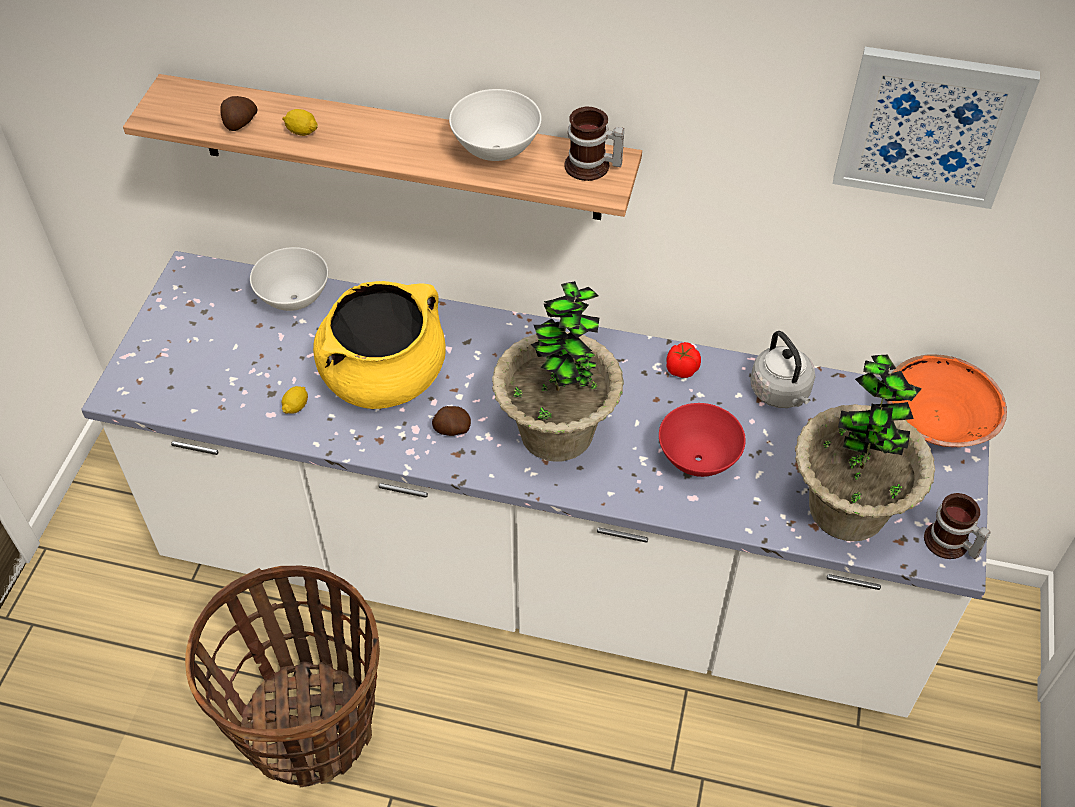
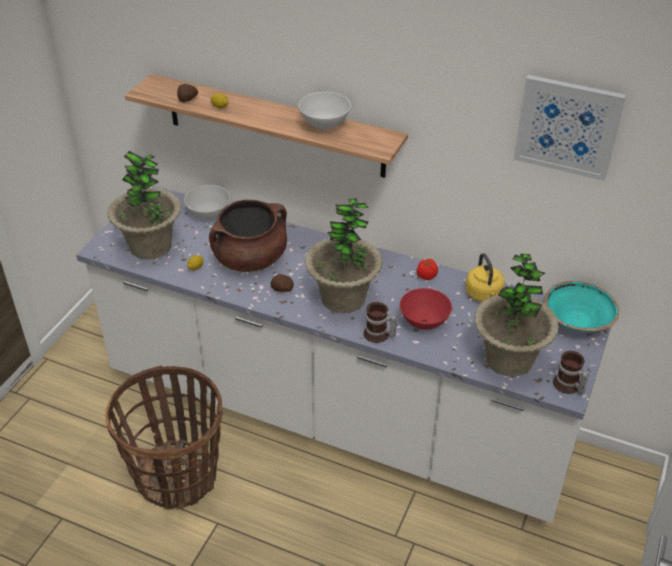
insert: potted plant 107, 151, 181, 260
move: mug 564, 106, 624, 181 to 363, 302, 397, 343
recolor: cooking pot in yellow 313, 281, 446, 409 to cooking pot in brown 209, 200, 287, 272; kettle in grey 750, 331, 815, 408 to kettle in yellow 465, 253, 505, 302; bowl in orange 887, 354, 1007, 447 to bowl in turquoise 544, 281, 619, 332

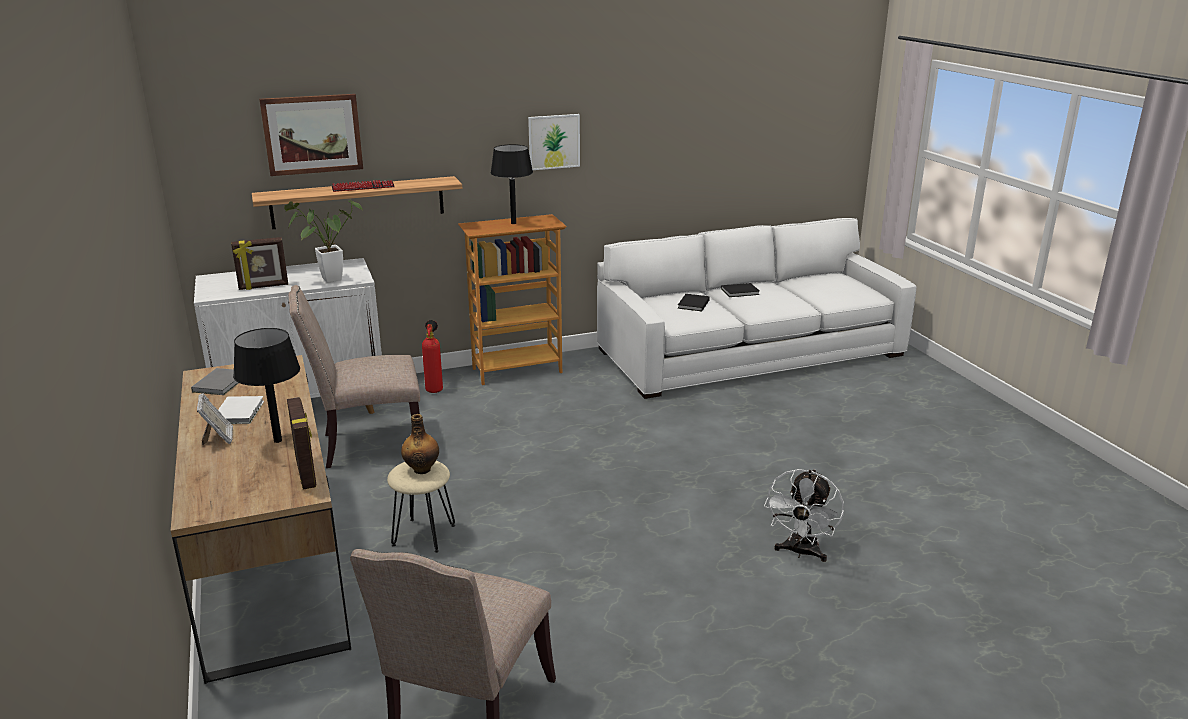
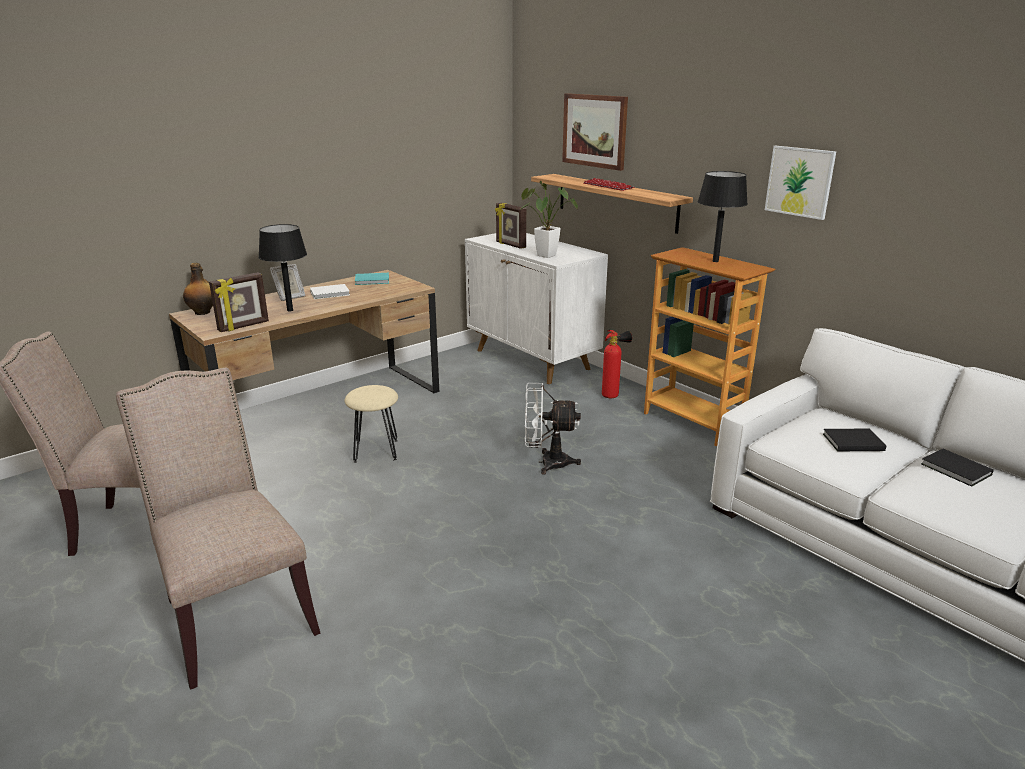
move: chair in beige 289, 285, 420, 468 to 116, 368, 320, 690; bottle 401, 414, 439, 474 to 183, 263, 213, 315; fan in white 764, 469, 844, 562 to 525, 383, 581, 475
recolor: book in grey 191, 368, 238, 395 to book in turquoise 355, 273, 389, 285

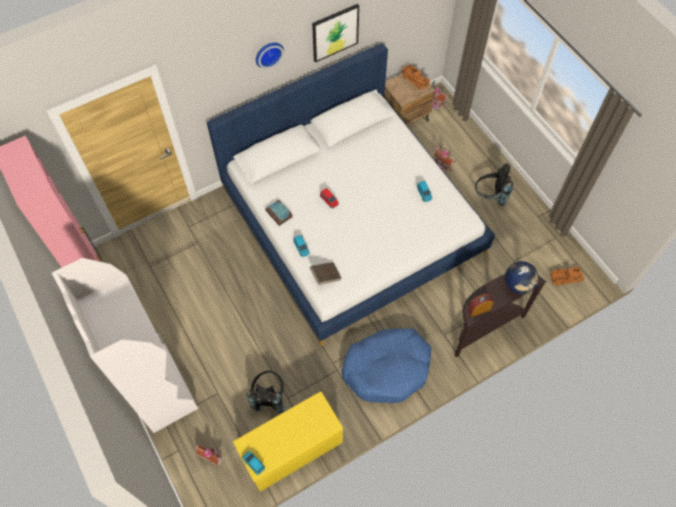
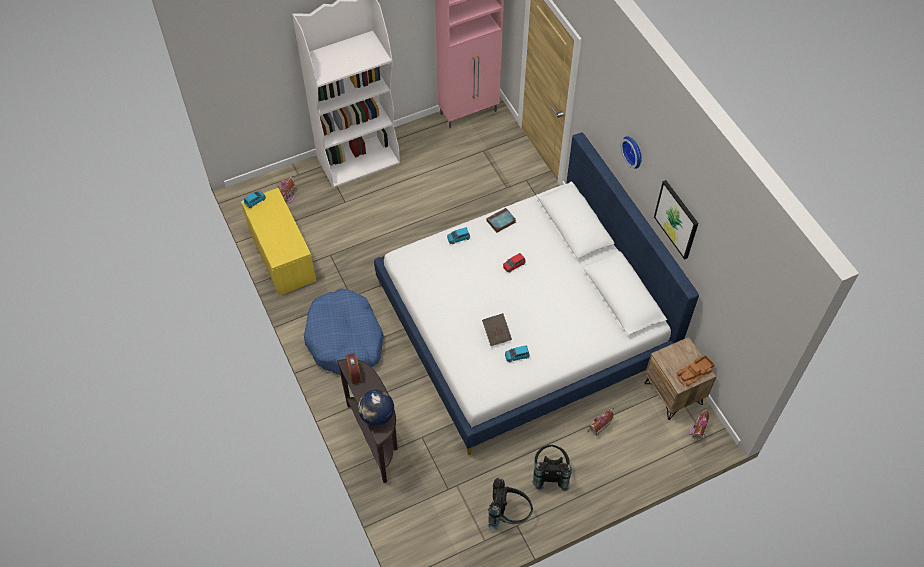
delete: toy truck 550, 267, 584, 286
move: backpack in black 247, 371, 285, 414 to 488, 478, 533, 530; book in brown 310, 262, 341, 285 to 482, 313, 512, 346

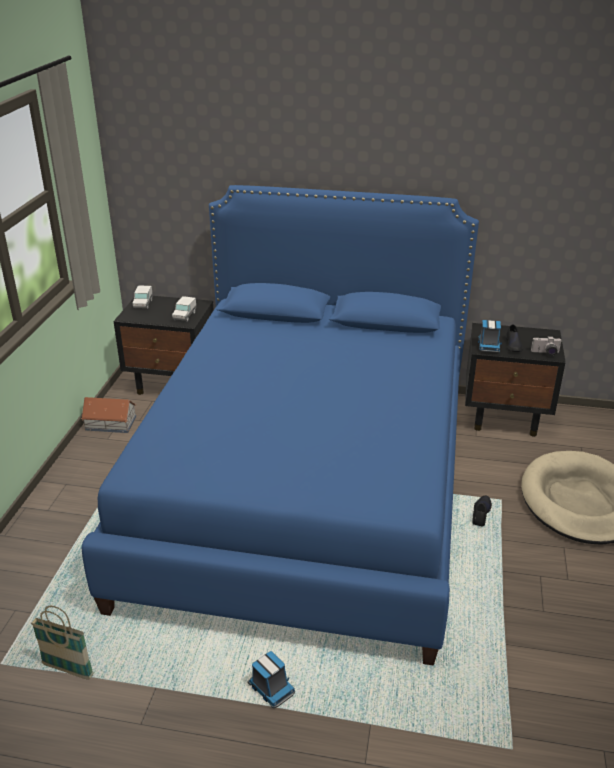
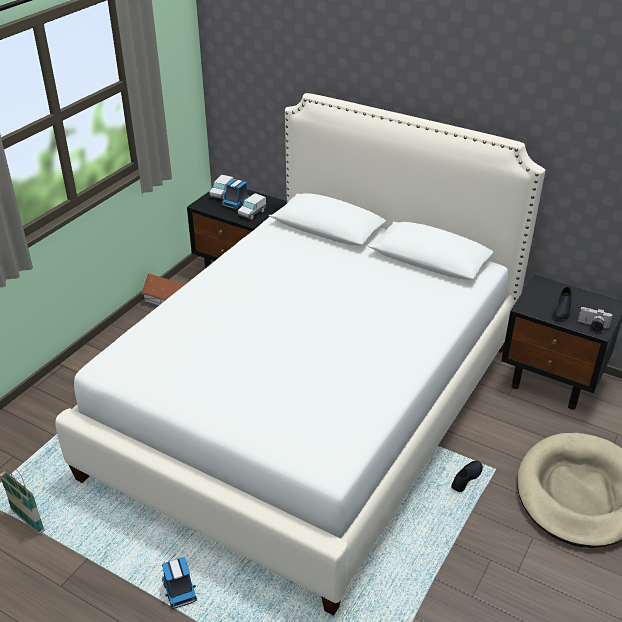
move: toy truck 478, 320, 502, 353 to 222, 179, 250, 209
recolor: bed in blue 82, 185, 479, 666 to bed in white 55, 93, 545, 616

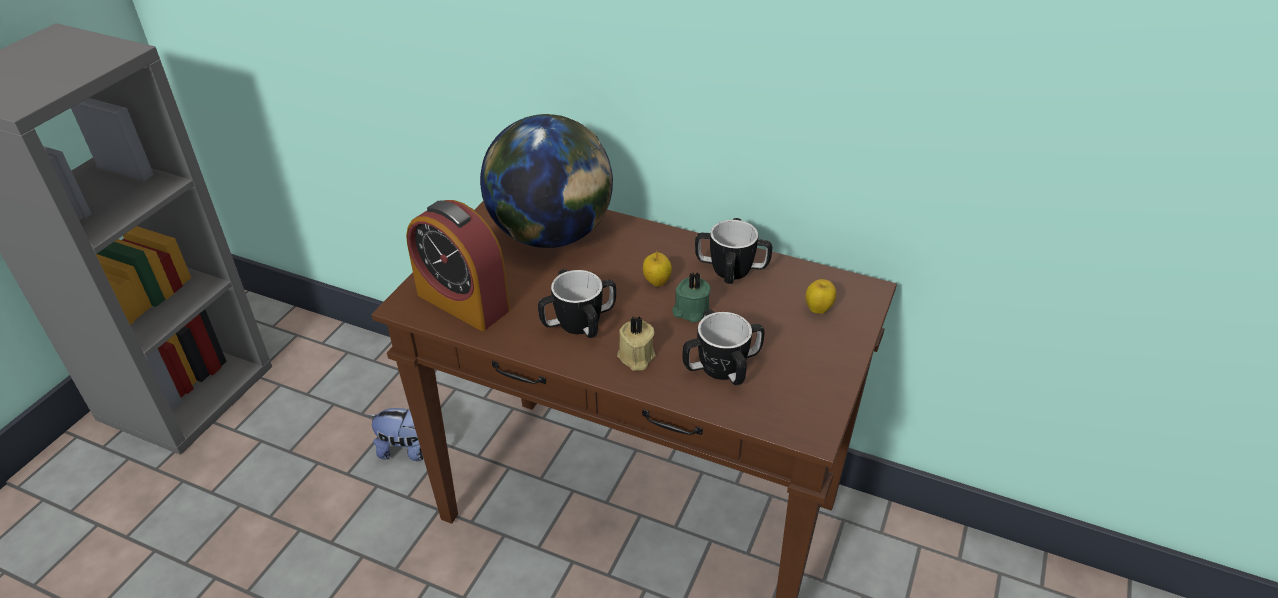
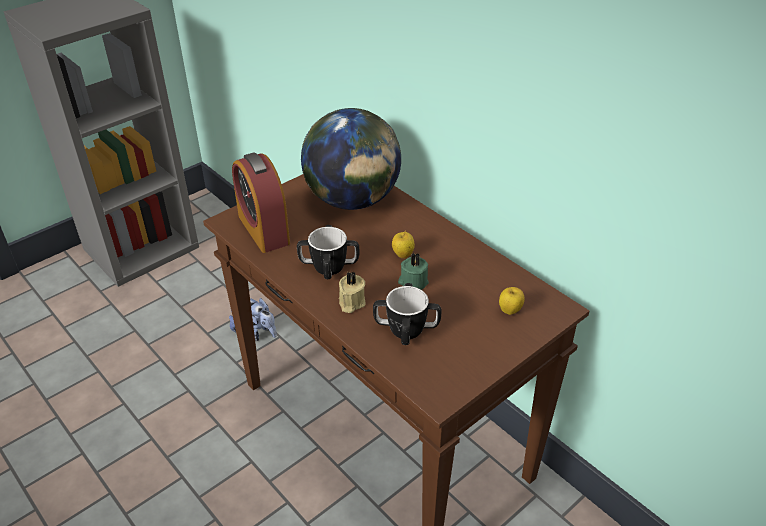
delete: mug 695, 218, 772, 284

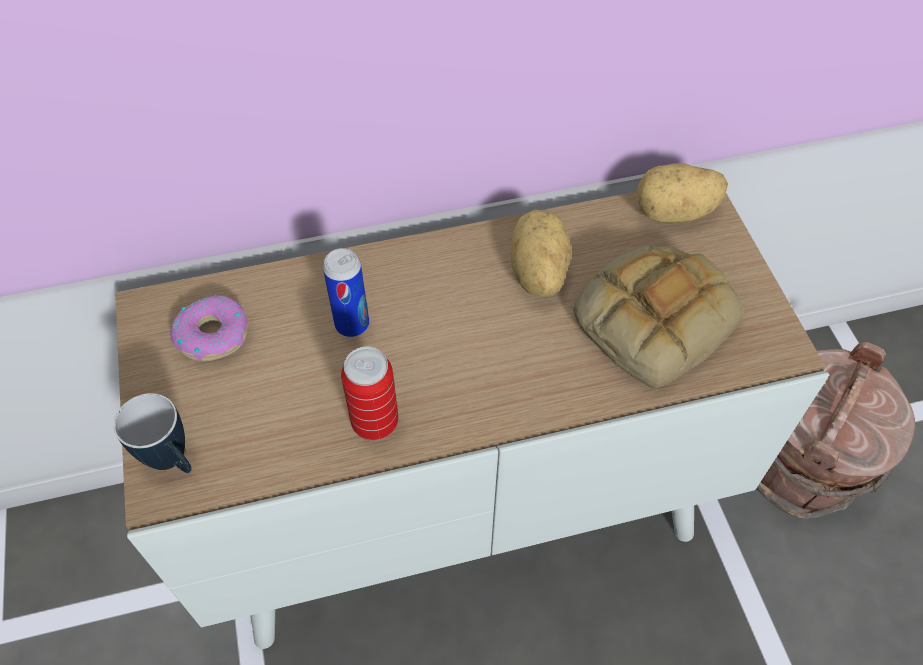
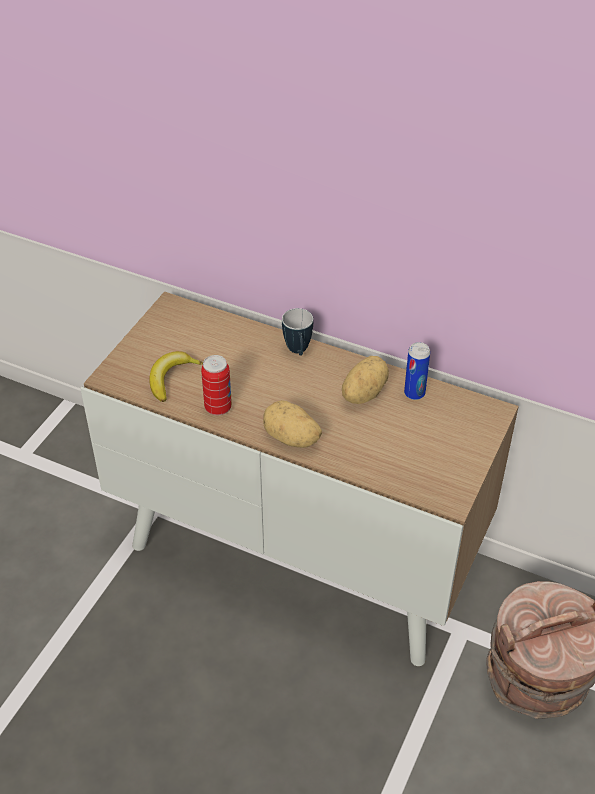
delete: donut 170, 295, 248, 361; bread 573, 246, 743, 389
insert: banana 149, 351, 203, 402
move: mug 114, 393, 192, 473 to 282, 308, 313, 356; can 323, 248, 369, 337 to 404, 342, 430, 400; potato 637, 163, 728, 223 to 263, 400, 322, 448

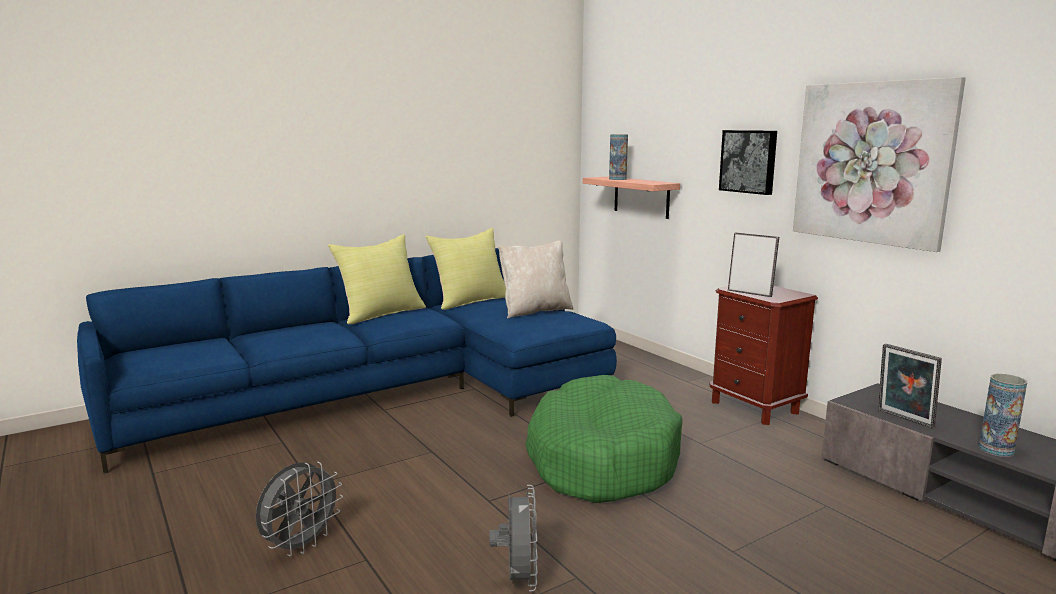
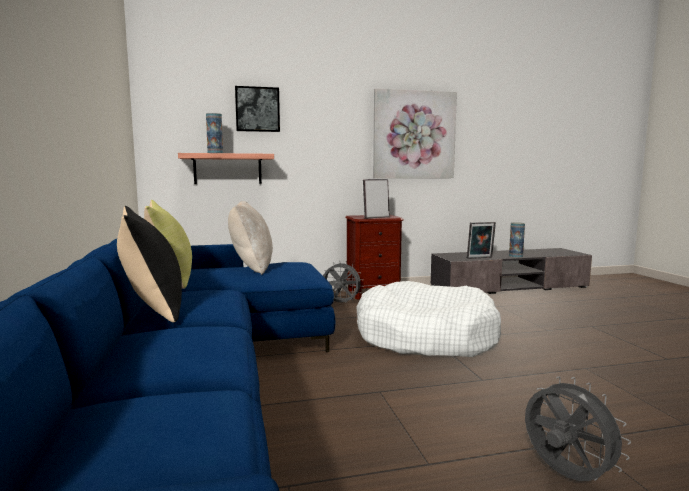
move: fan in grey 489, 485, 538, 591 to 323, 261, 363, 303; picture 719, 130, 777, 195 to 235, 86, 280, 132
recolor: pillow in yellow 328, 234, 426, 324 to pillow in black 117, 206, 182, 322; dog bed in green 525, 375, 683, 503 to dog bed in white 356, 281, 501, 357

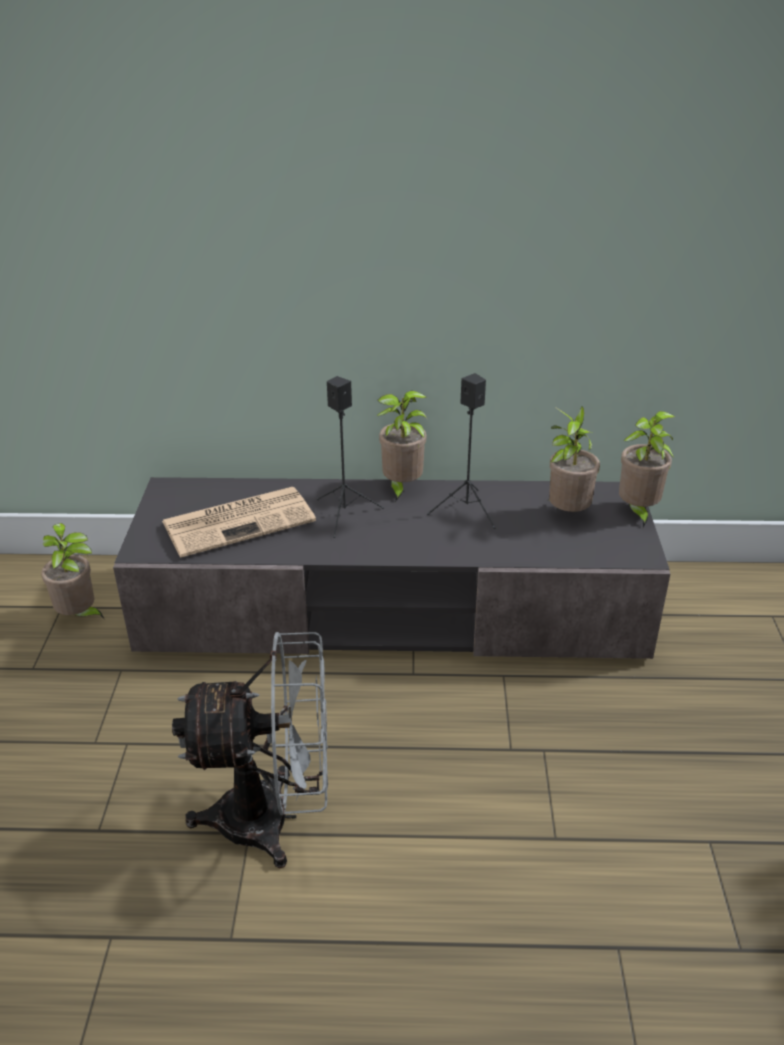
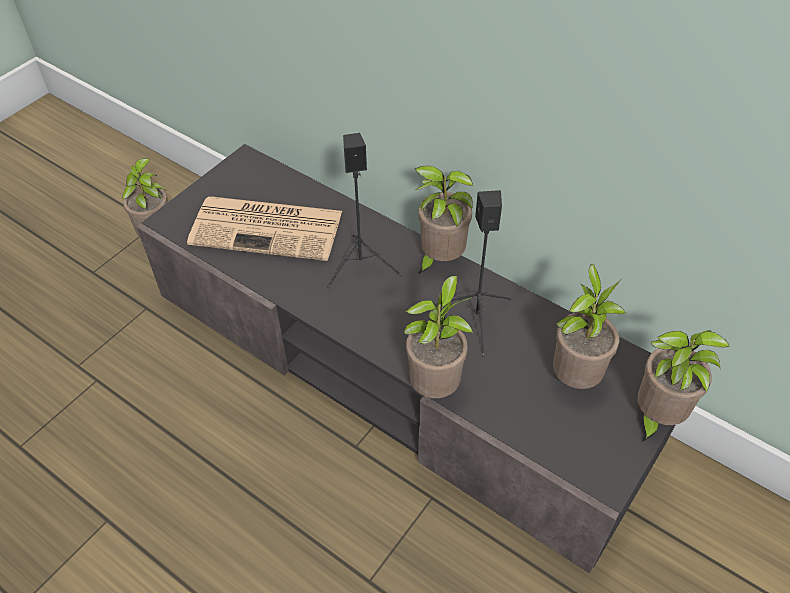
delete: fan in grey 172, 632, 328, 869
insert: potted plant 404, 276, 474, 398

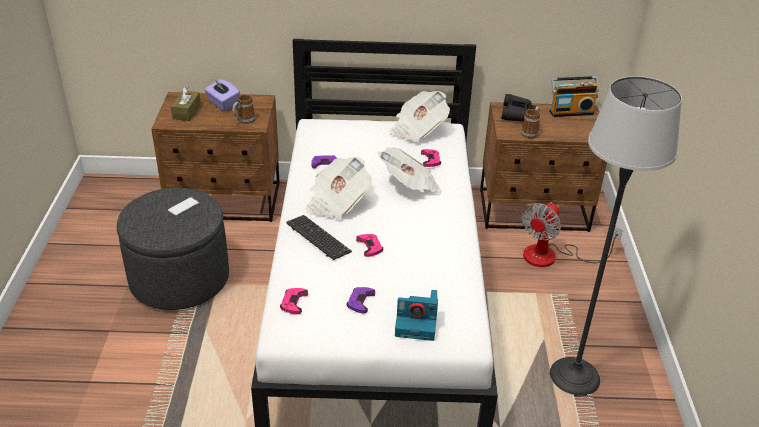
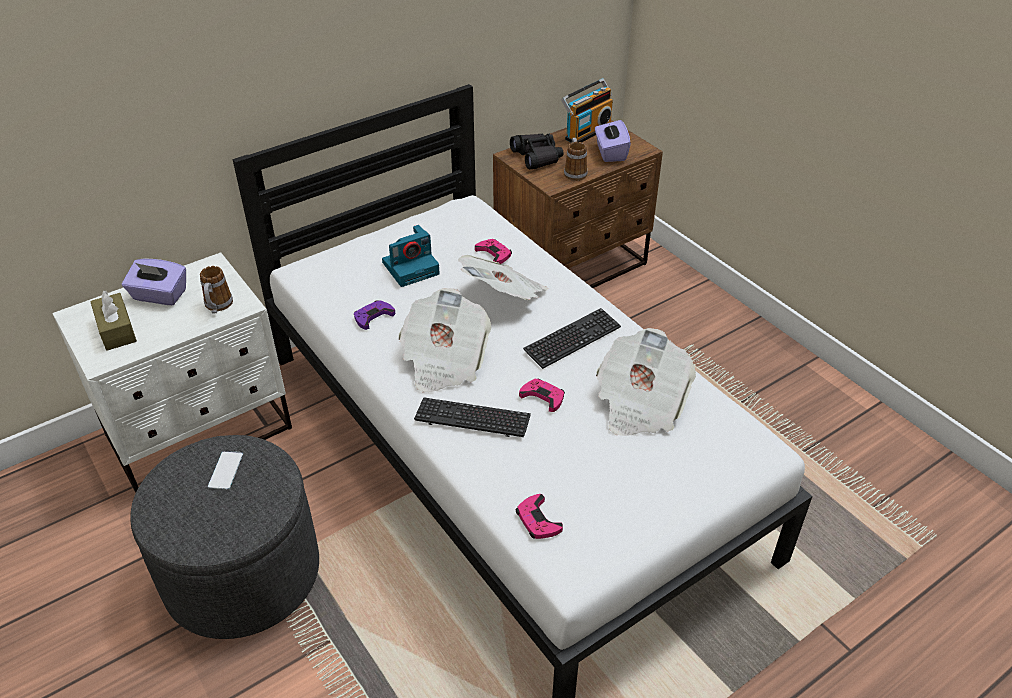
delete: game controller in purple 347, 287, 375, 313; fan 522, 202, 623, 267; floor lamp 550, 76, 682, 396
insert: keyboard 523, 308, 621, 369; tissue box in purple 595, 120, 631, 162
move: newspaper 389, 91, 450, 142 to 596, 328, 696, 436; photo camera 395, 290, 438, 341 to 382, 225, 440, 287
recolor: nightstand in brown 151, 92, 280, 222 to nightstand in white 52, 252, 292, 493

